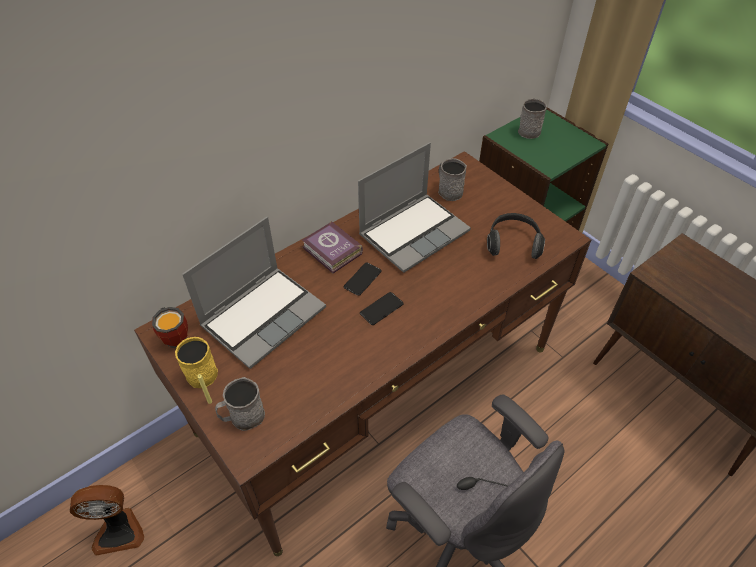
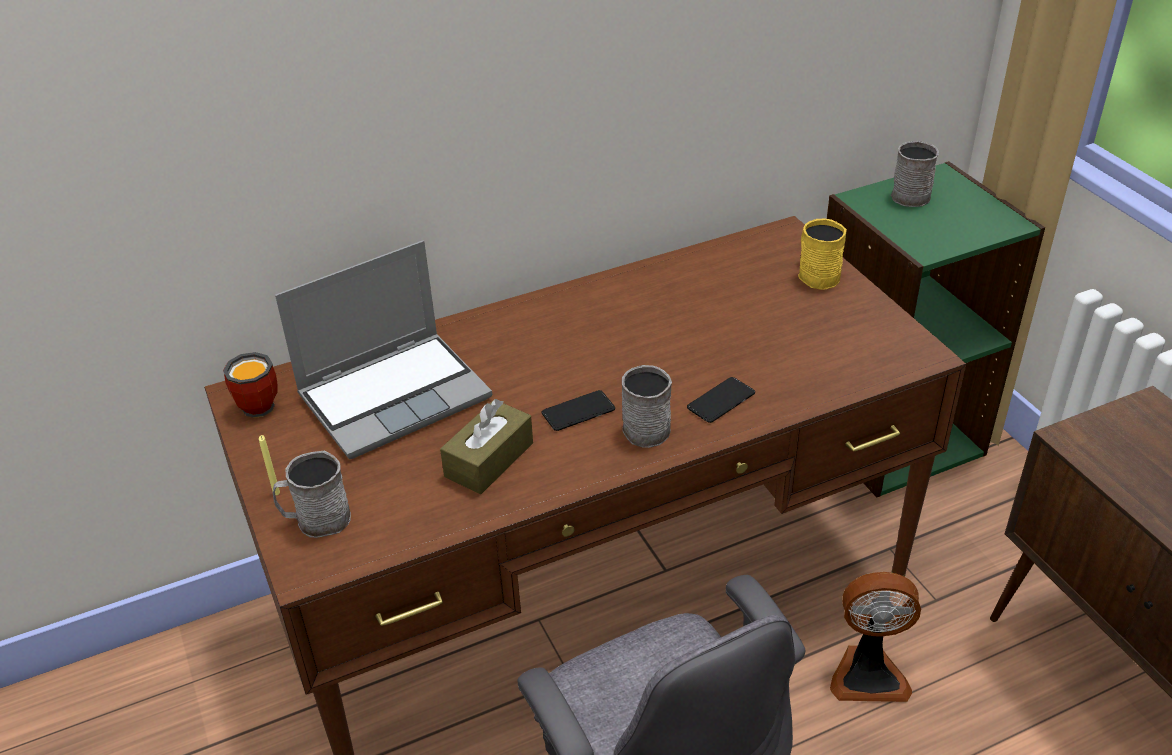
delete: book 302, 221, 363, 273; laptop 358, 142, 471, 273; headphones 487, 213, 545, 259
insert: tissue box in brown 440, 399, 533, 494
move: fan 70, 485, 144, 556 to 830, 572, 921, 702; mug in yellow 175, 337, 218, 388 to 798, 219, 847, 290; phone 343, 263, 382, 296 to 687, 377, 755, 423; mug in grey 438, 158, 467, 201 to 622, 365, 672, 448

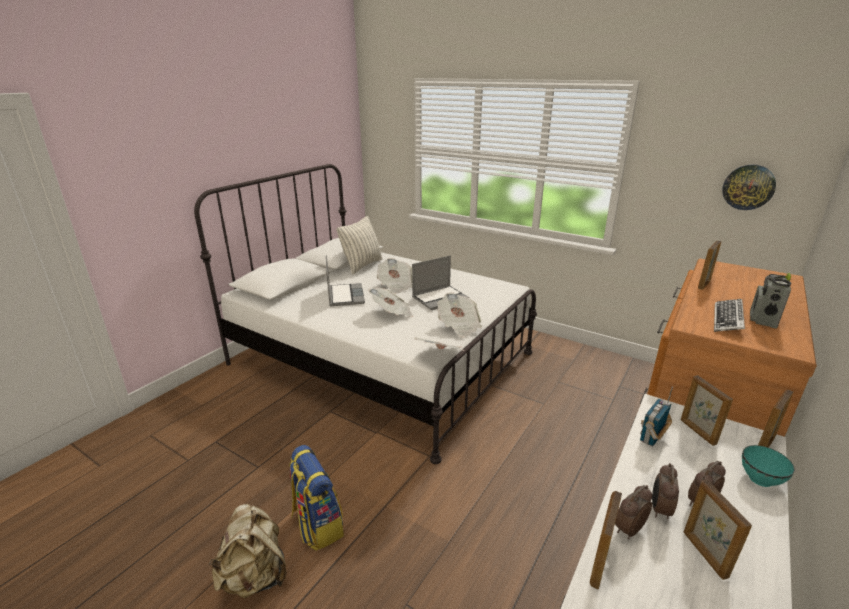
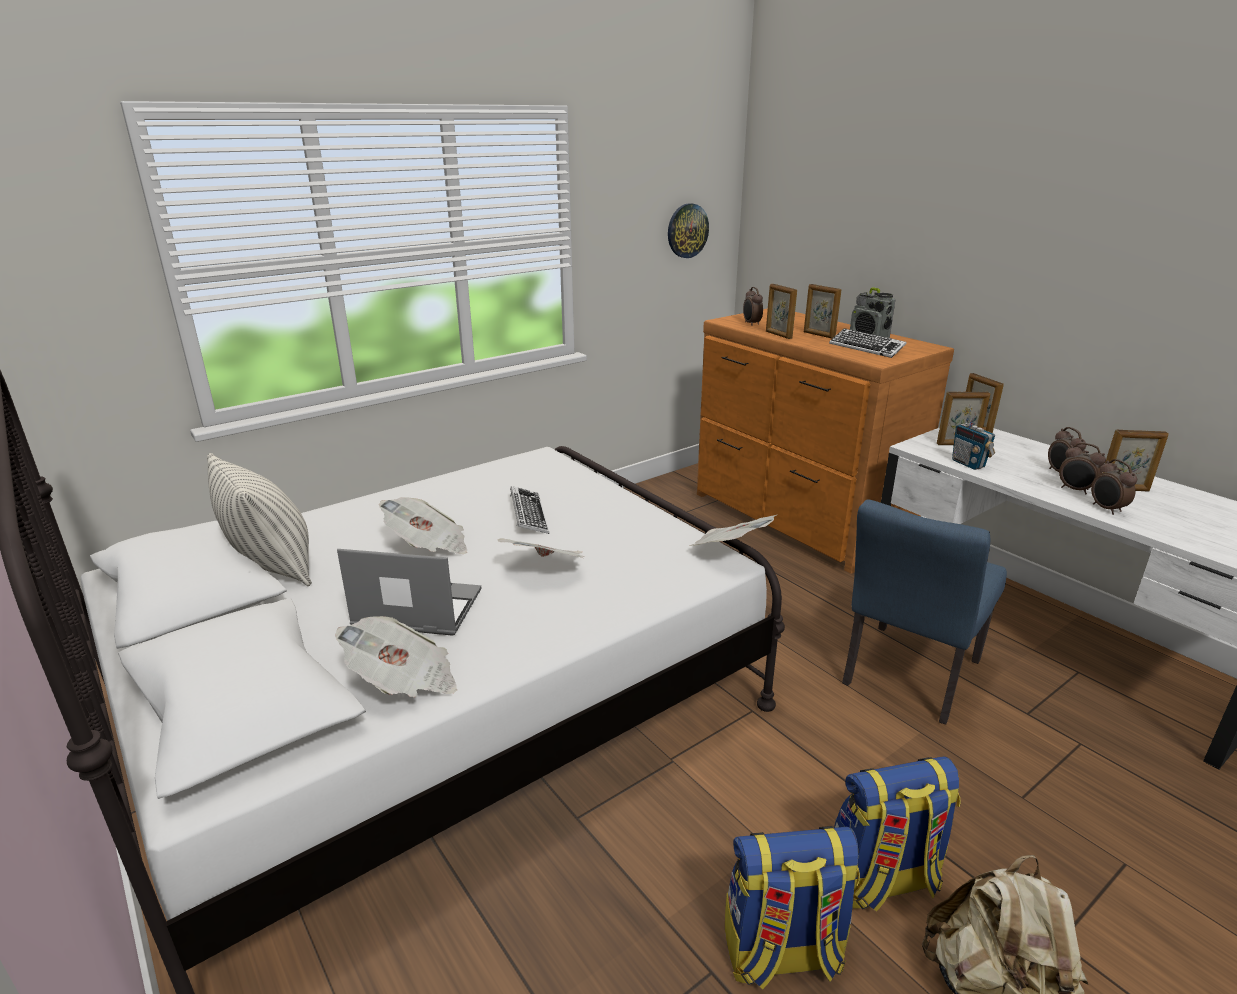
delete: bowl in turquoise 742, 445, 795, 487
insert: backpack 725, 826, 860, 990; alarm clock 743, 287, 763, 326; chair in blue 842, 499, 1007, 724
move: newspaper 437, 293, 482, 338 to 335, 616, 457, 697; picture frame 590, 491, 622, 590 to 804, 284, 841, 338
replace: laptop 412, 255, 469, 310 to keyboard 510, 486, 549, 534

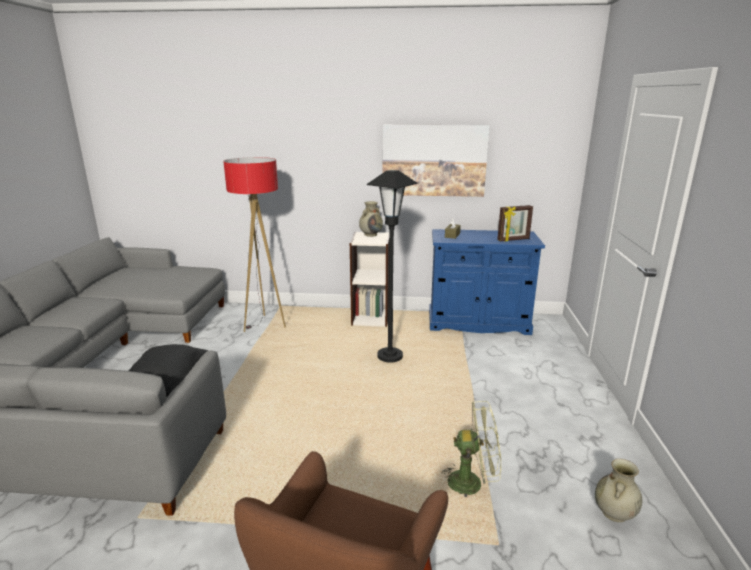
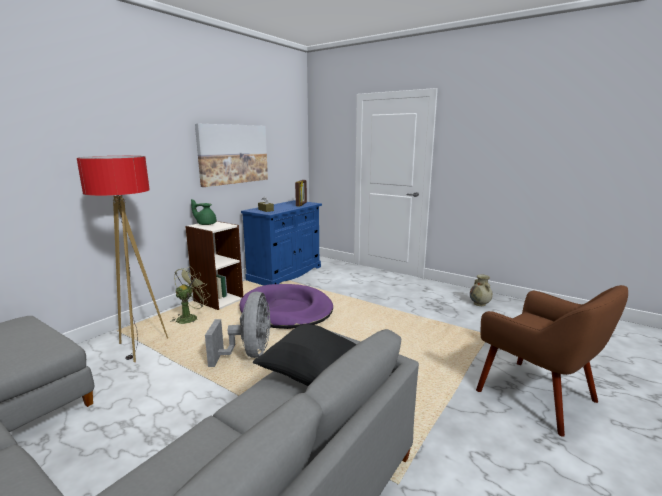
insert: fan in grey 205, 292, 271, 367
move: fan in green 442, 401, 501, 497 to 171, 266, 210, 324
replace: vase in beige 359, 201, 383, 237 to teapot in green 191, 199, 216, 225; floor lamp in black 367, 170, 417, 363 to dog bed in purple 239, 284, 333, 329

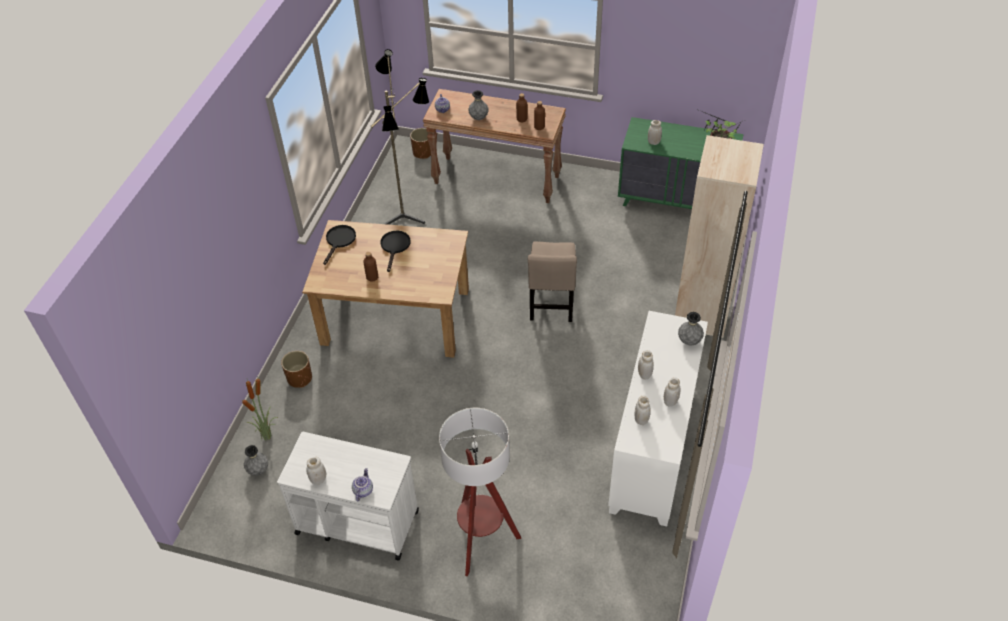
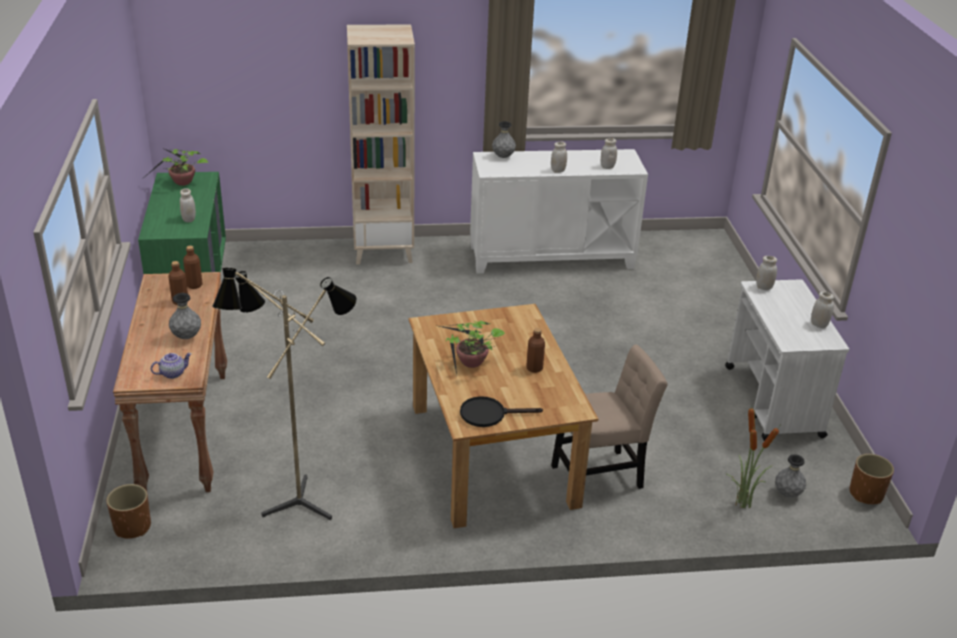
delete: teapot 352, 468, 373, 501; floor lamp 439, 408, 521, 577
move: planter in brown 281, 351, 312, 388 to 849, 454, 894, 504; chair in beige 528, 241, 577, 322 to 551, 344, 668, 489; jar in white 664, 377, 681, 407 to 756, 256, 777, 290
replace: frying pan in black 381, 231, 410, 272 to potted plant 439, 321, 505, 375

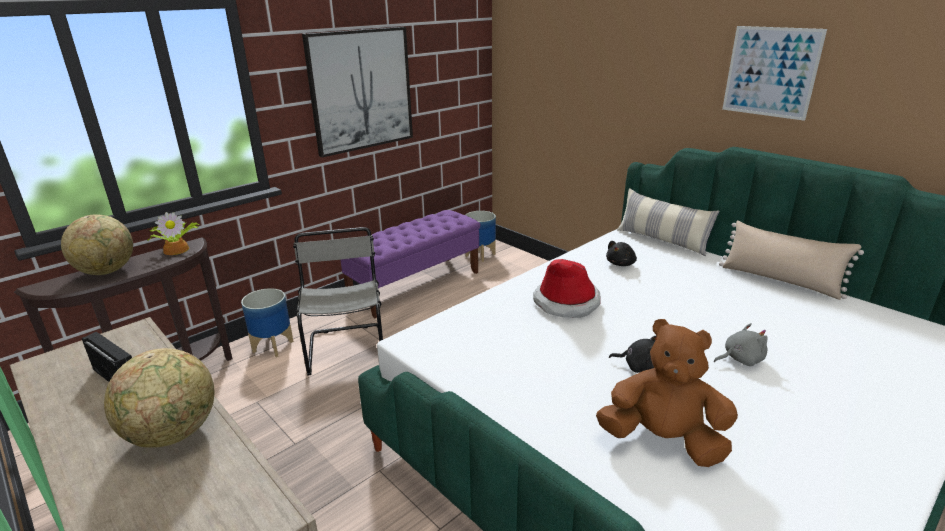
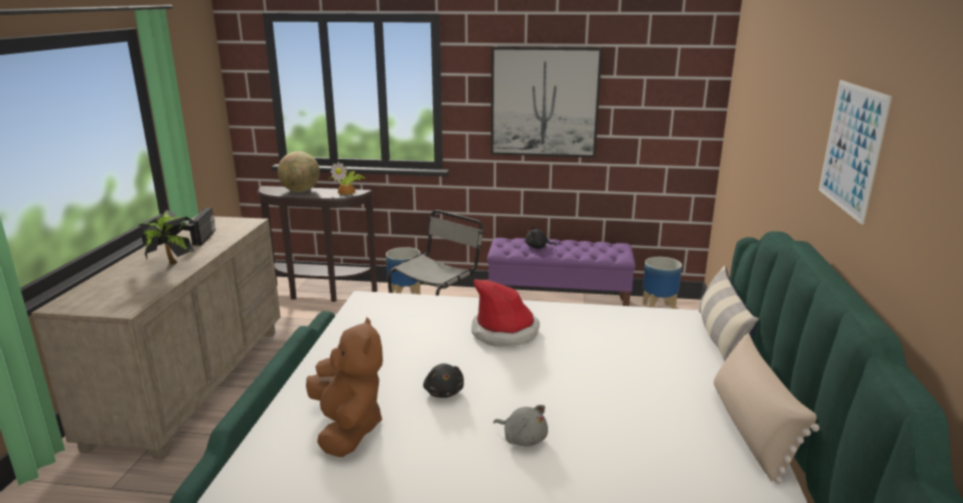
move: plush toy in black 606, 241, 637, 266 to 525, 226, 557, 249
replace: globe 104, 348, 215, 448 to potted plant 139, 210, 196, 264

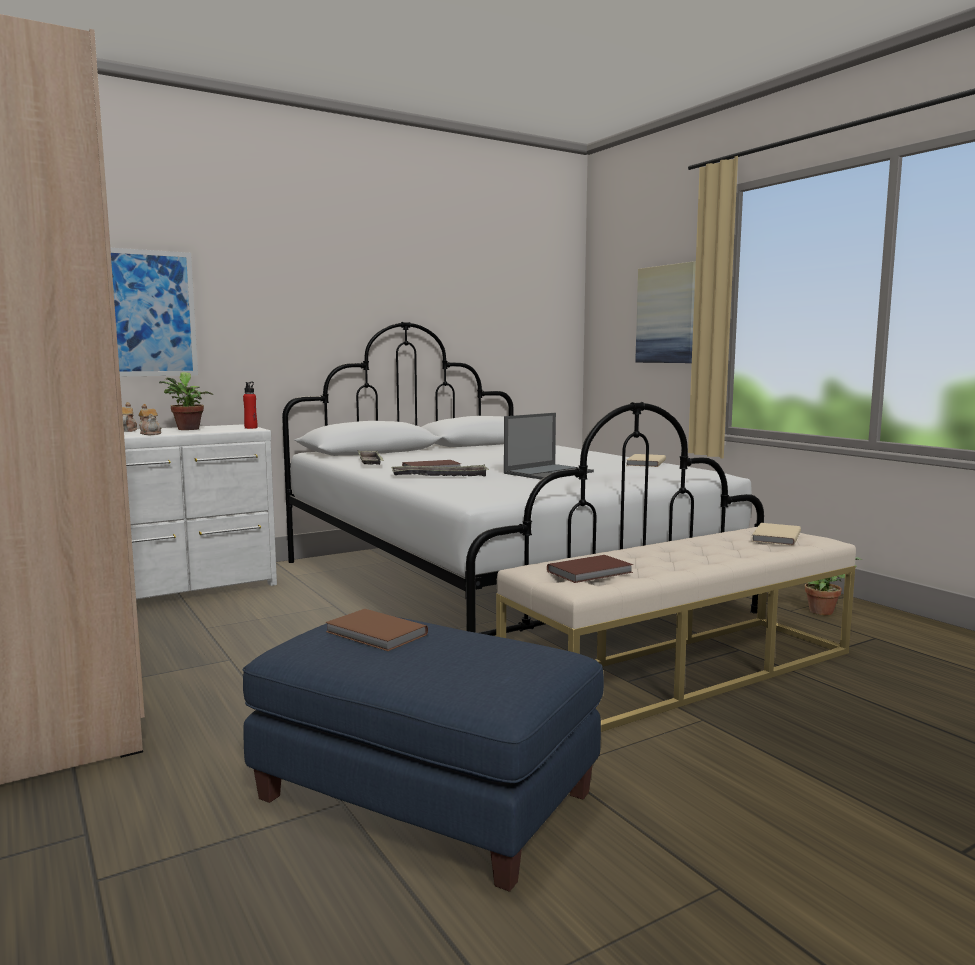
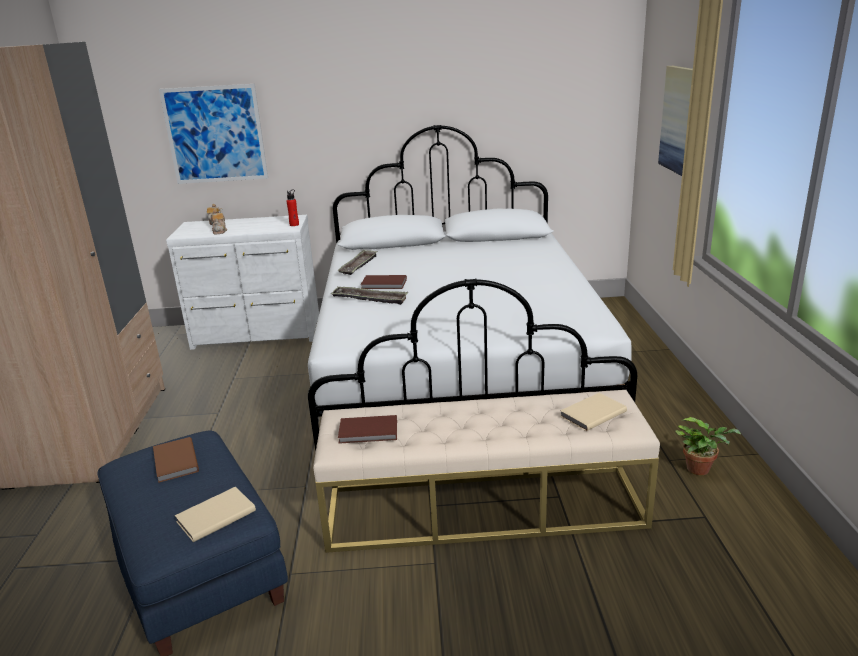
delete: potted plant 159, 372, 213, 430; laptop 504, 413, 594, 479
move: book in beige 627, 454, 666, 467 to 174, 487, 256, 542

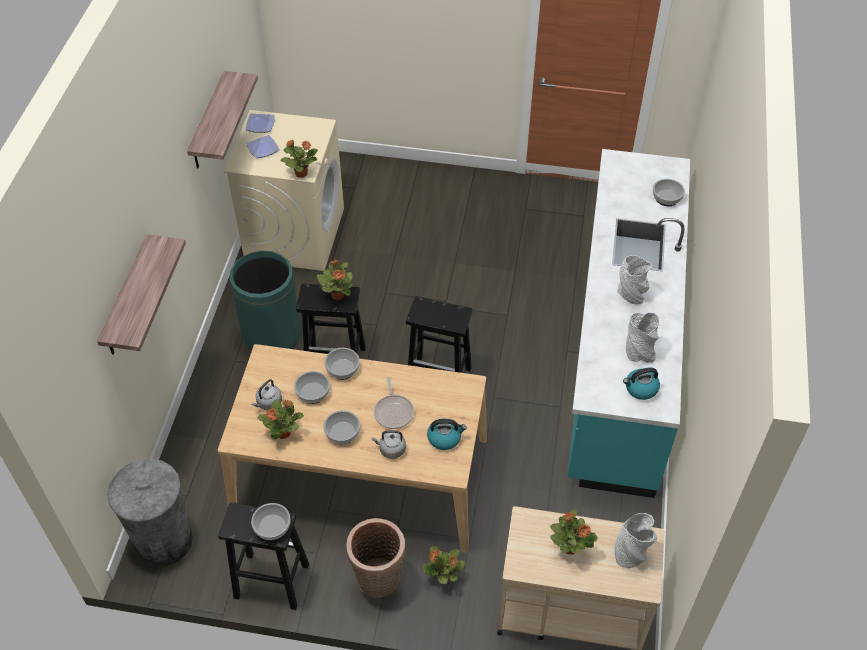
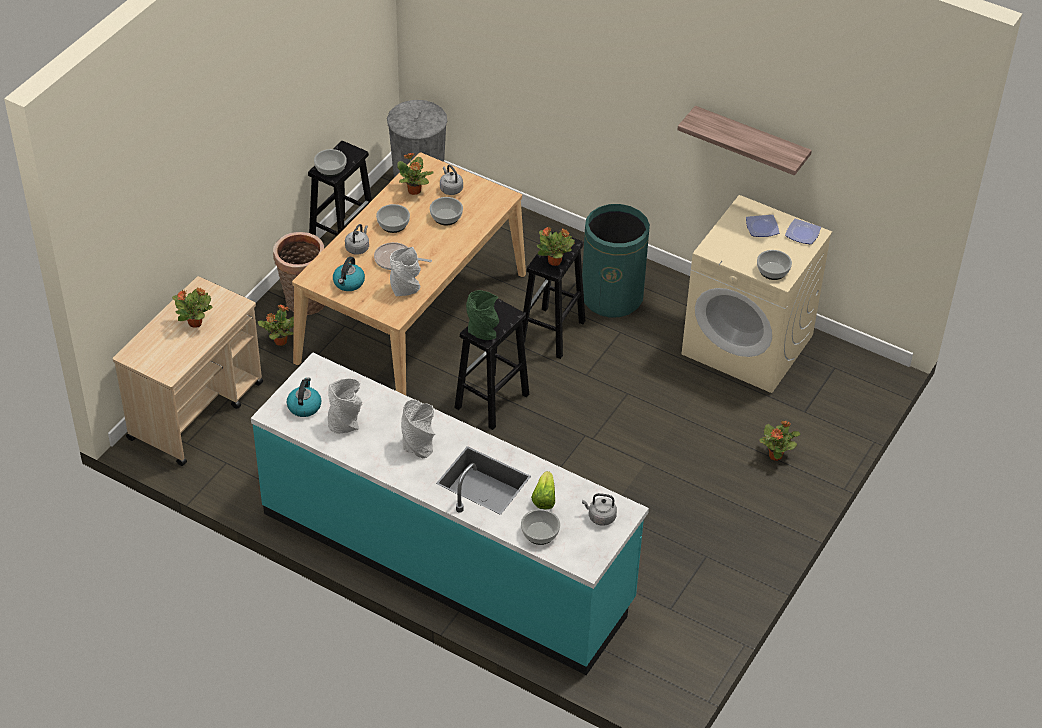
delete: shelf 97, 234, 186, 355
insert: vase in green 466, 290, 499, 340; lettuce 531, 471, 555, 509; kettle in grey 582, 493, 617, 526
move: potted plant 280, 139, 318, 178 to 759, 420, 800, 461; bowl 324, 348, 360, 380 to 757, 250, 792, 280; vase in grey 615, 513, 657, 569 to 390, 247, 421, 296

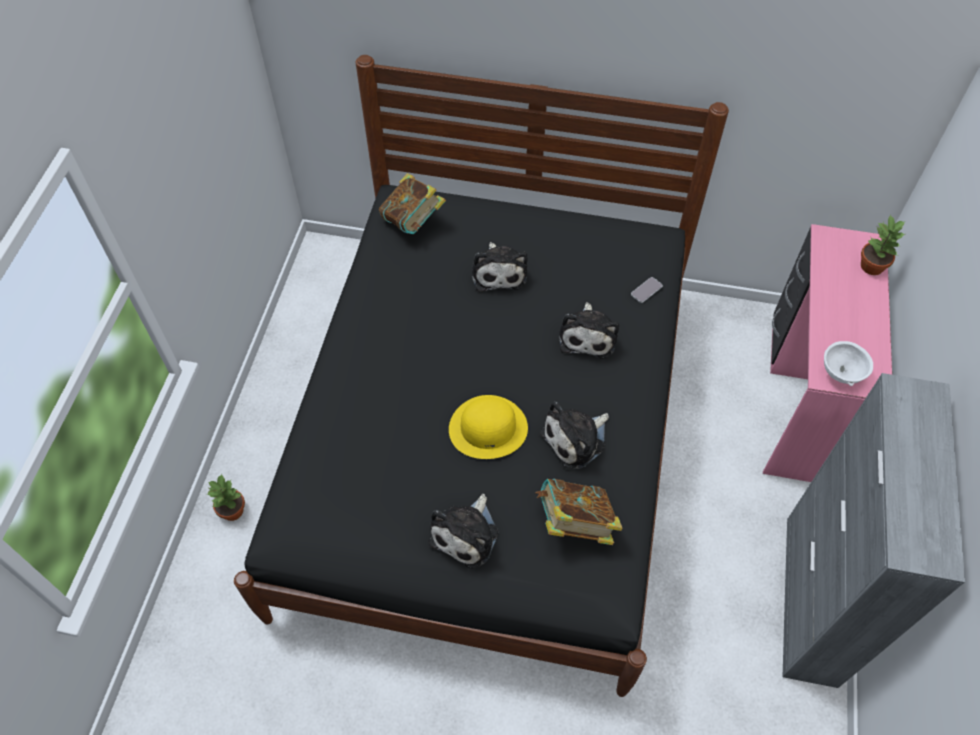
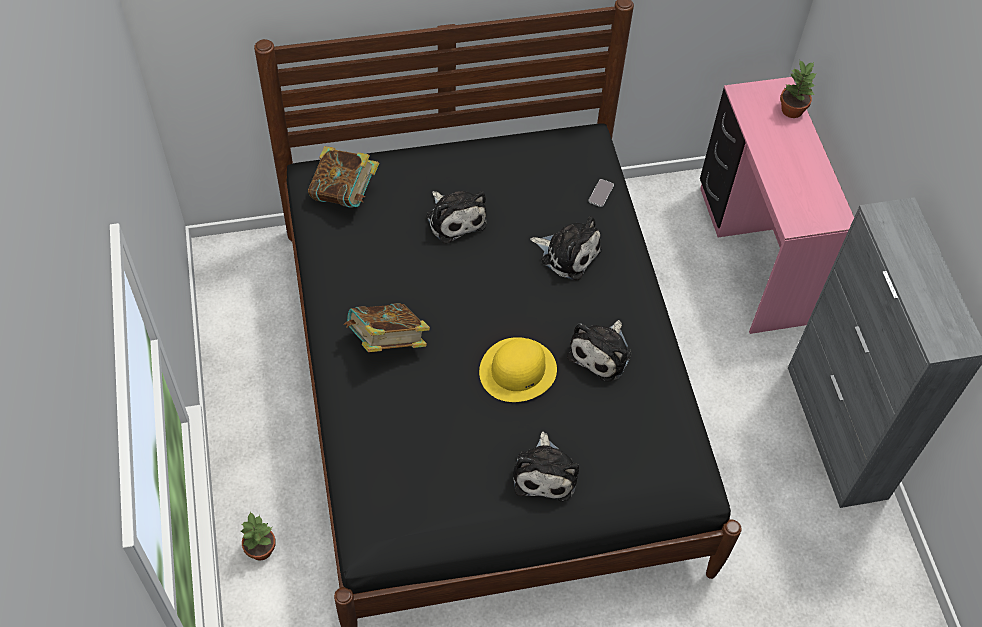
delete: bowl in white 824, 341, 873, 386
move: book 535, 479, 622, 545 to 343, 303, 430, 352
rotate: plush toy 559, 302, 619, 359 = 530, 216, 602, 280 45 degrees counterclockwise

